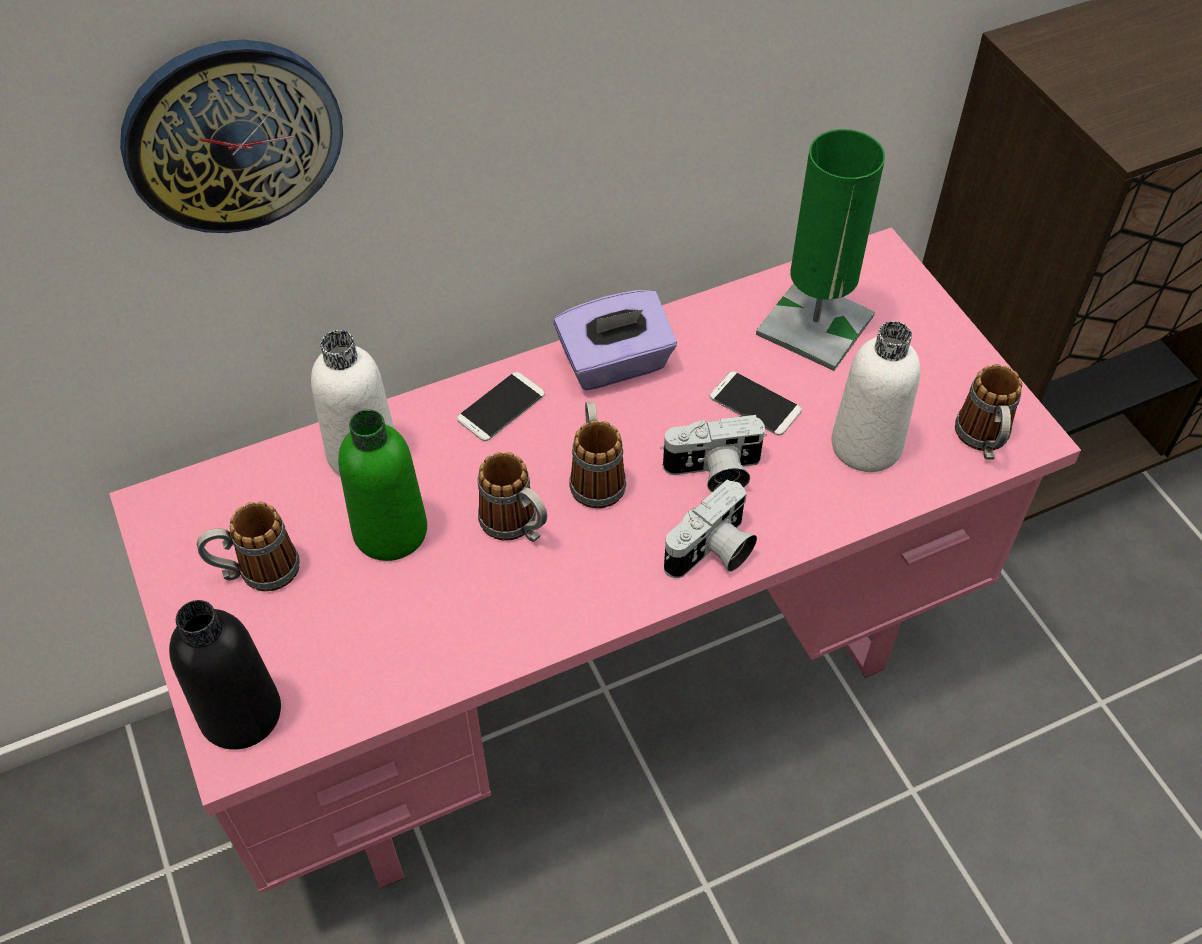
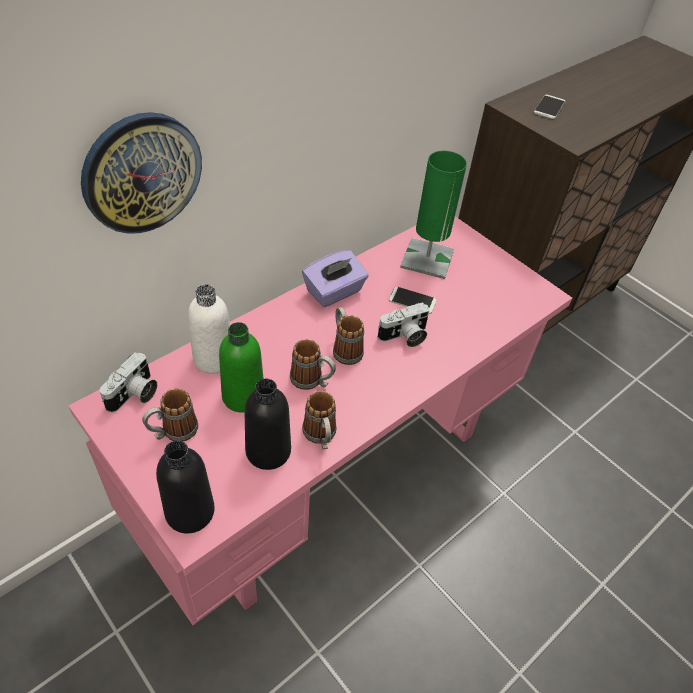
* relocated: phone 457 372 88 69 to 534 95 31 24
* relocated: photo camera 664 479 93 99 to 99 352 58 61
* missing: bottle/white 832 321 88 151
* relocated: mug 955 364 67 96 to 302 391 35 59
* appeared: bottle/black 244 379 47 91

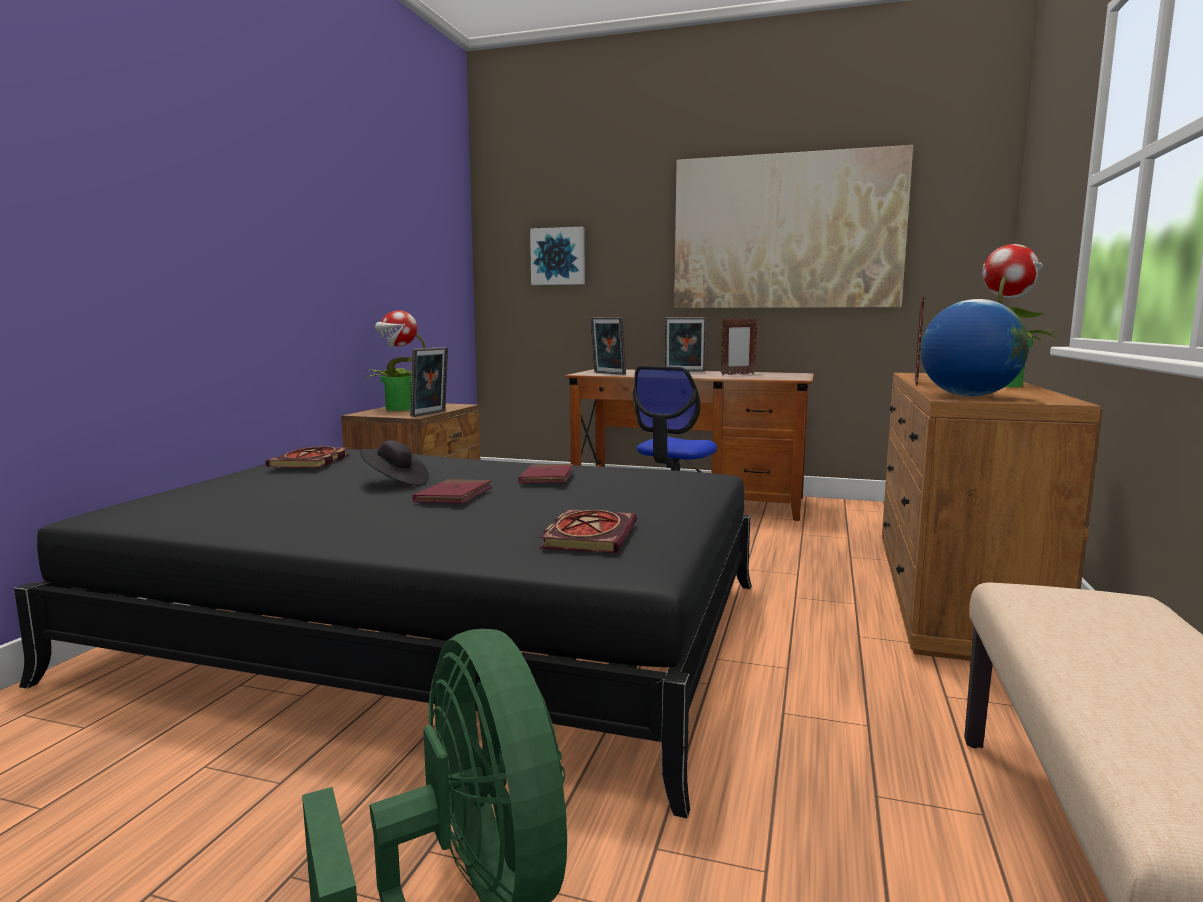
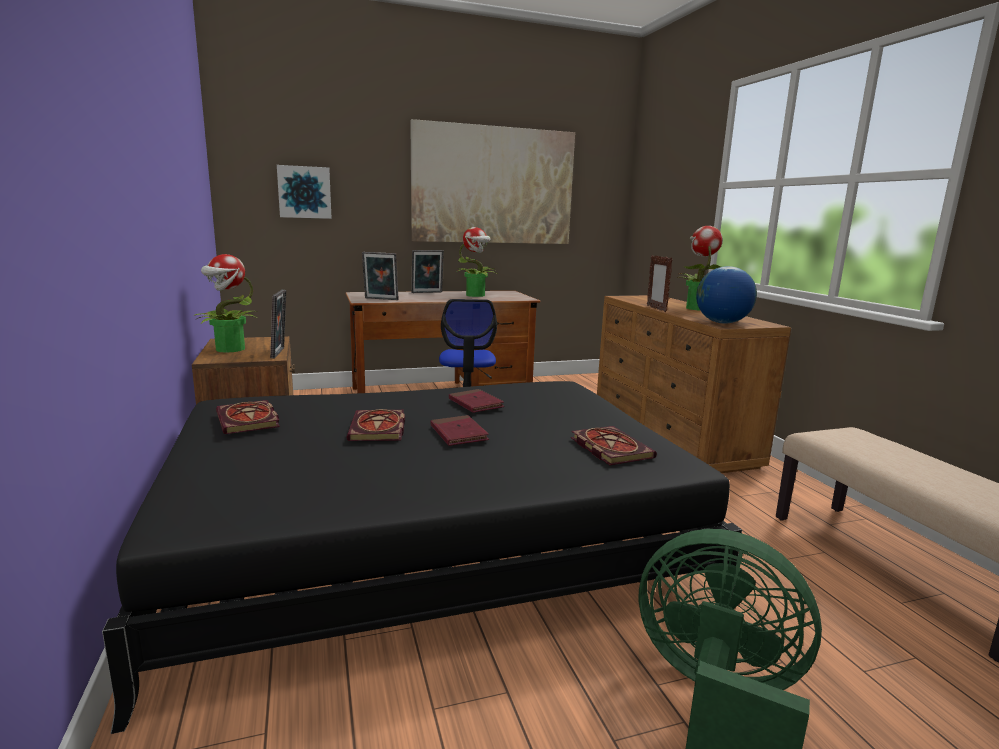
* exchanged: hat/black 360 440 69 46 to book 347 409 58 32
* exchanged: picture frame 721 318 37 57 to potted plant 456 227 40 70

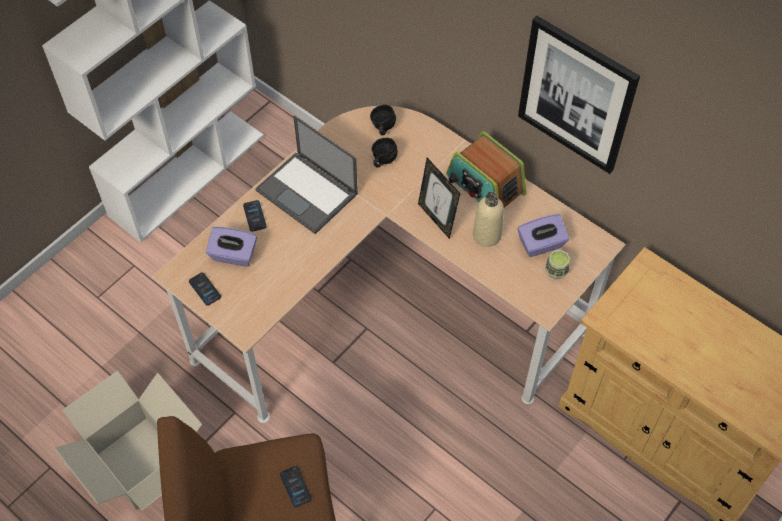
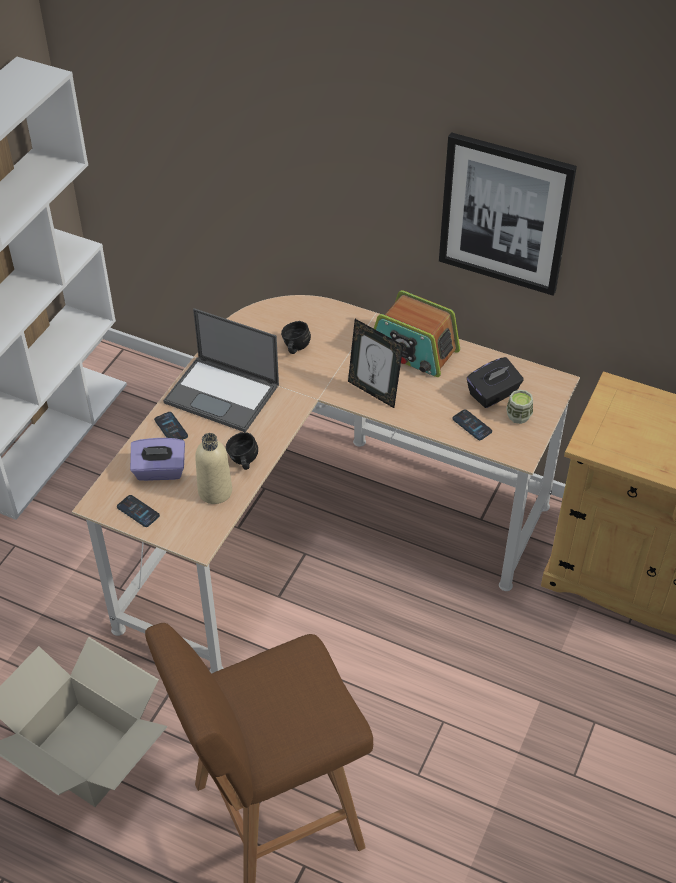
* relocated: phone 280 466 32 41 to 452 409 40 31
* relocated: mug/black 370 104 26 31 to 226 432 32 38
* relocated: bottle/beige 473 192 31 55 to 195 433 37 71
* colour: tissue box/purple 518 214 51 43 to tissue box/black 467 357 57 51

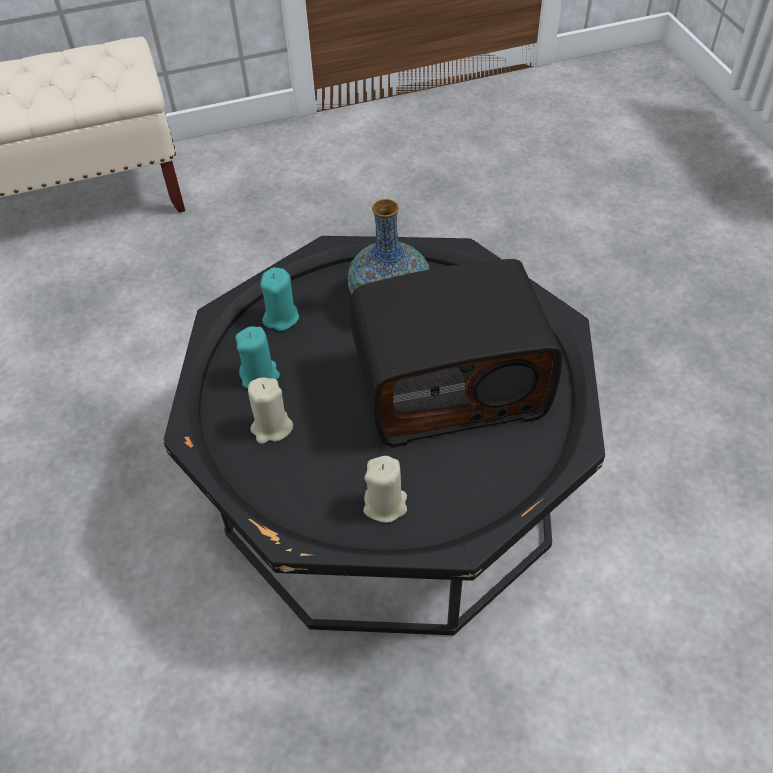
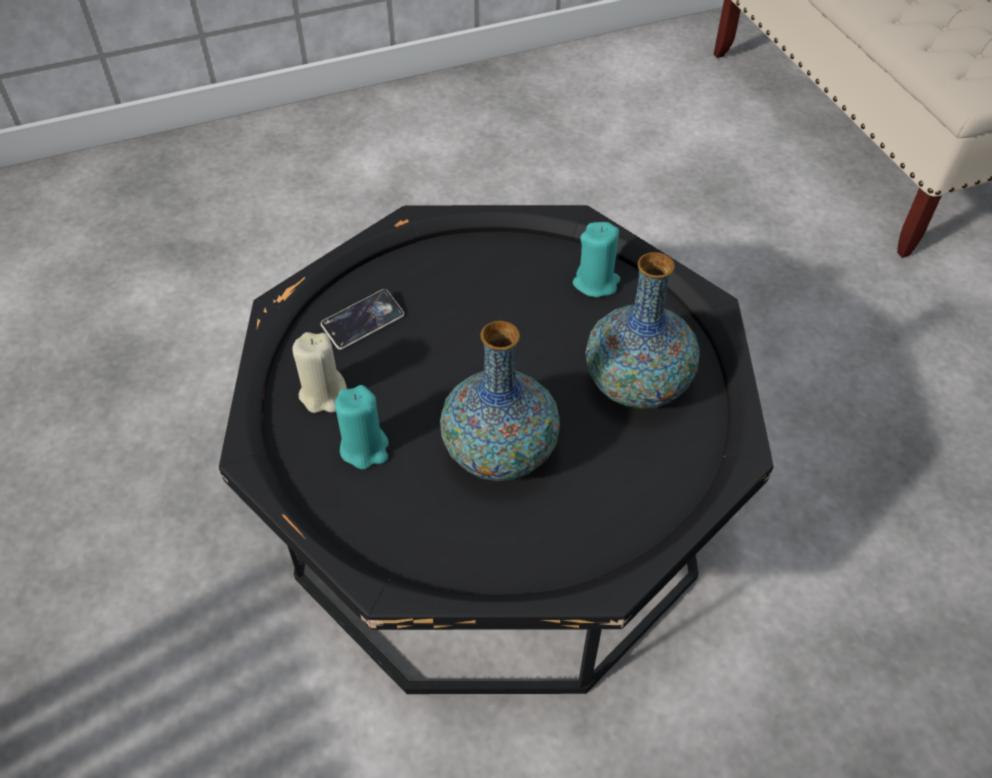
* relocated: candle/turquoise 235 326 45 62 to 335 385 54 84
* missing: candle/beige 248 377 45 67
* exchanged: radio 350 259 212 188 to vase 440 321 120 160
* appeared: phone 321 289 83 61

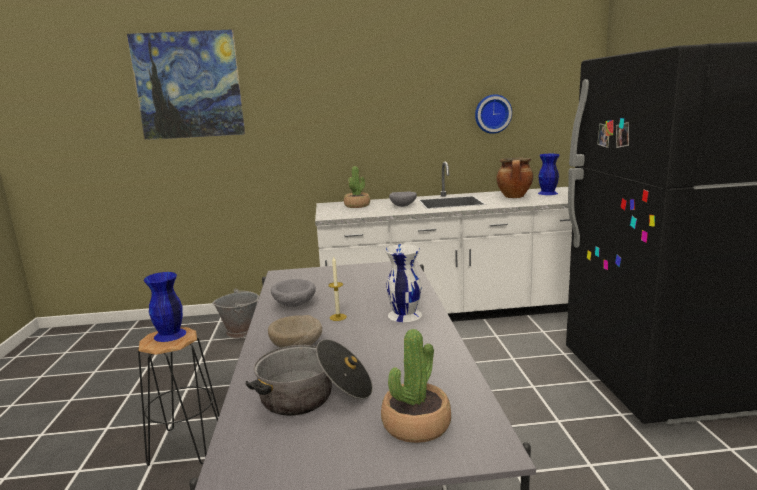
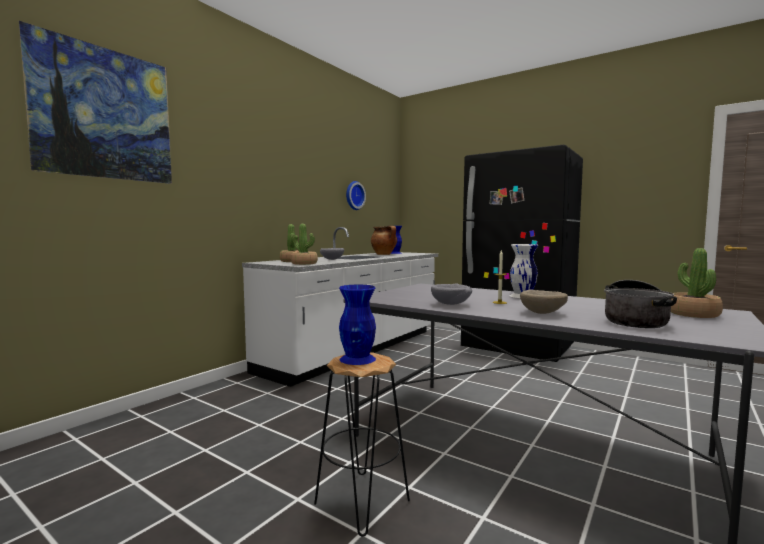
* missing: bucket/grey 212 289 47 49
* appeared: potted plant 291 224 27 41

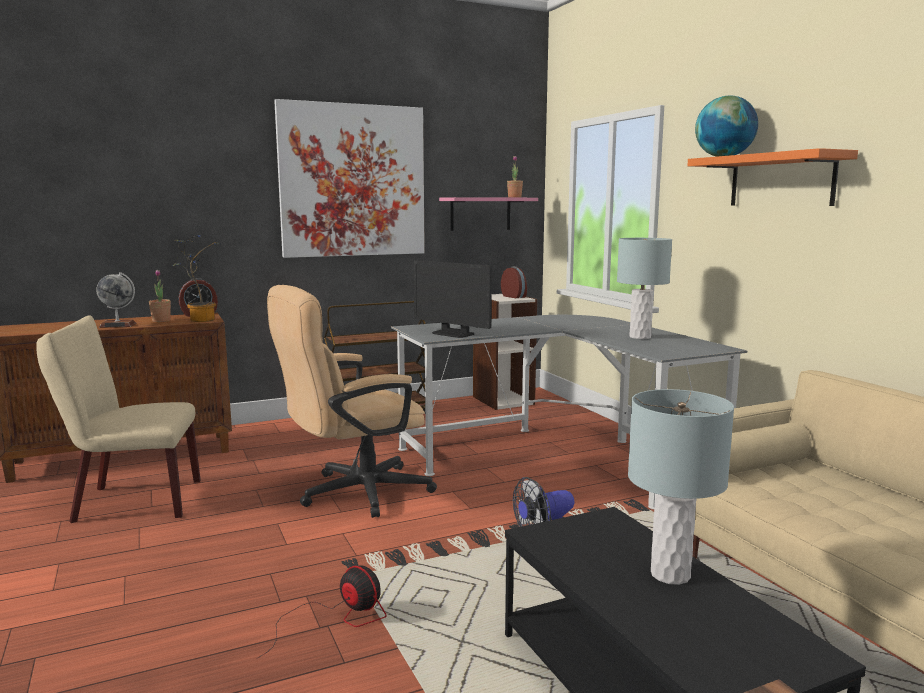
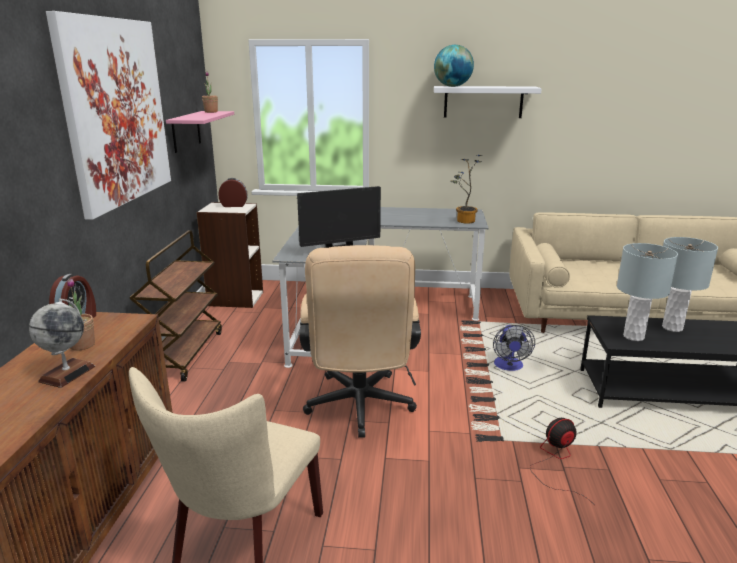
* relocated: potted plant 172 235 47 87 to 450 155 32 68
* relocated: table lamp/grey 617 238 55 101 to 617 243 61 98
* colour: shelf/orange 687 148 171 58 to shelf/white 434 86 108 32

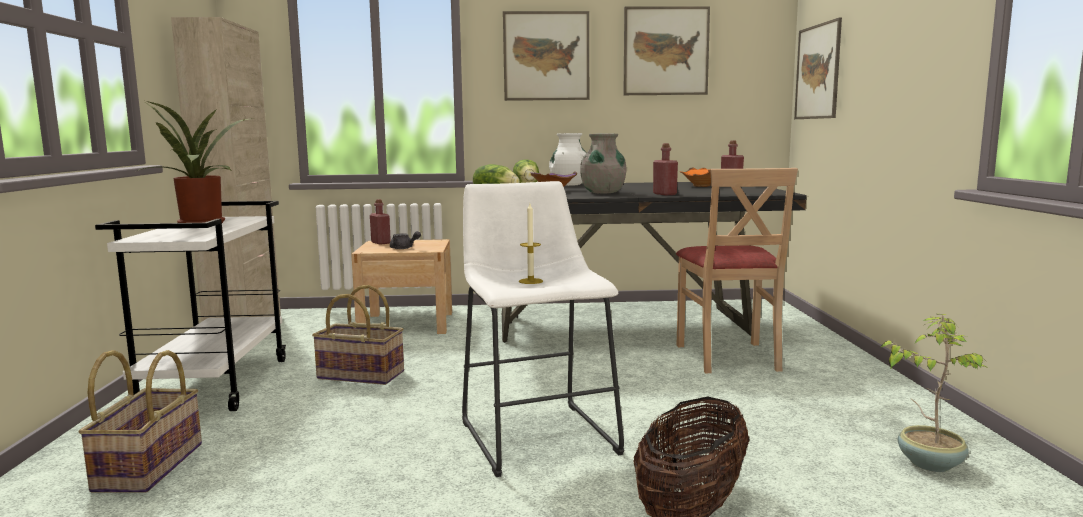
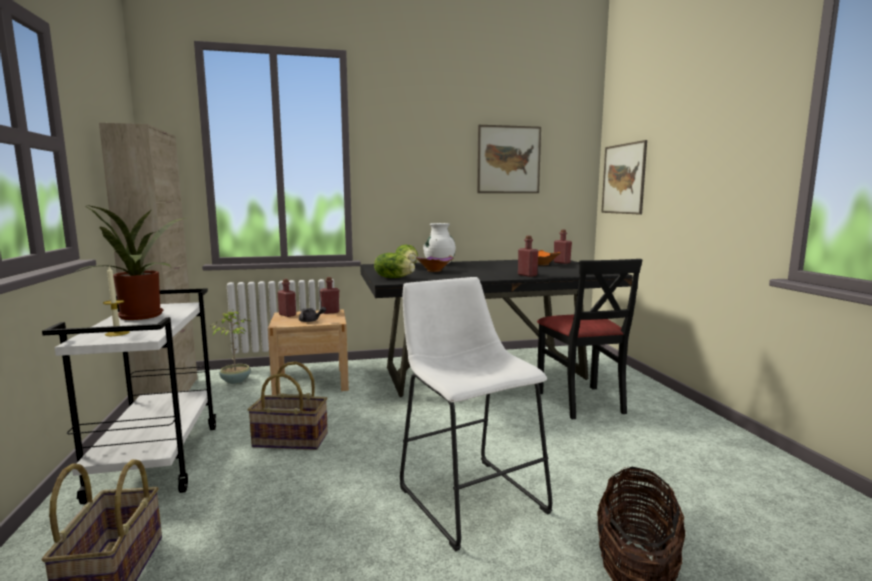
* missing: picture 503 11 86 90
* relocated: candle 519 203 24 81 to 103 266 26 70
* missing: vase/grey 580 133 46 61
* colour: chair/beige 676 168 122 205 to chair/black 537 259 106 160
* relocated: potted plant 879 314 110 158 to 212 310 39 74
* appeared: bottle/red 320 277 19 37

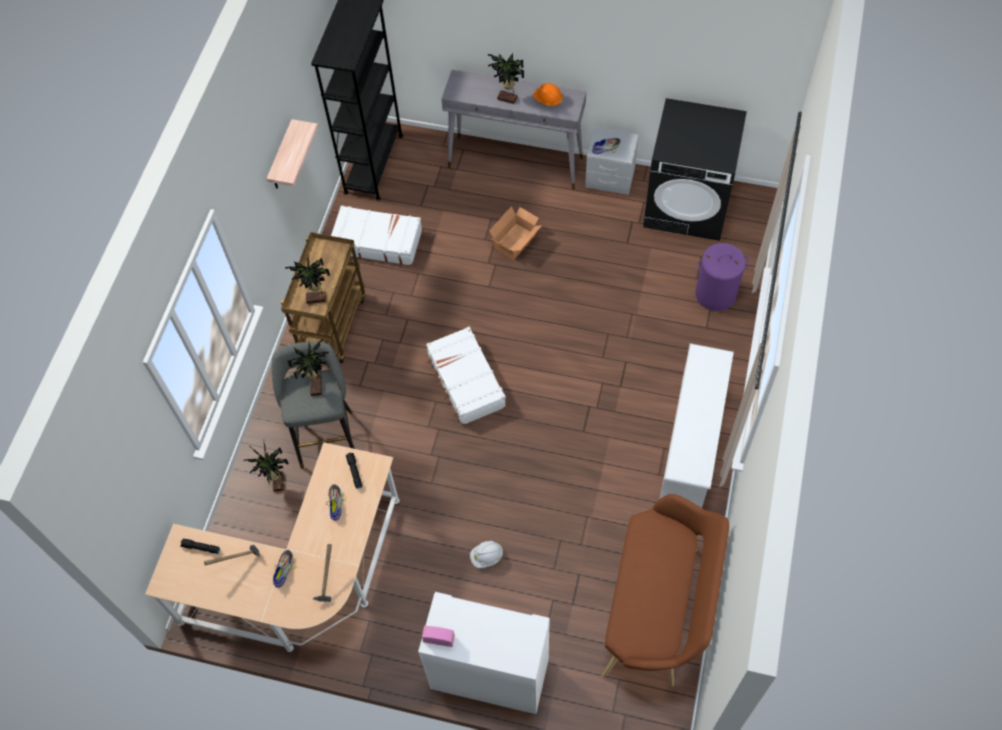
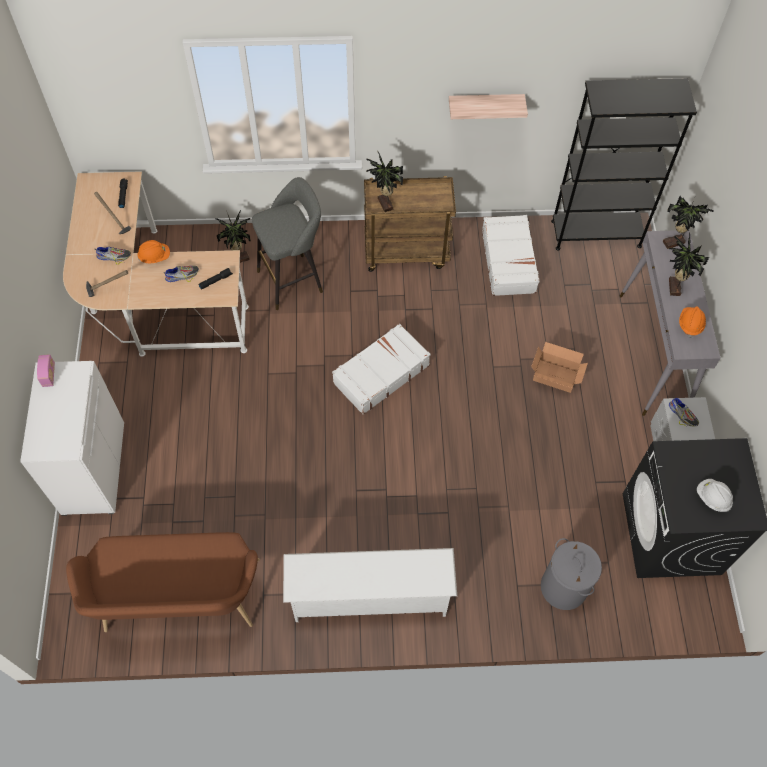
* relocated: potted plant 288 339 41 57 to 663 196 51 53
* relocated: hard hat/white 470 541 33 27 to 697 479 36 33
* colour: laundry basket/purple 695 243 55 68 to laundry basket/grey 541 538 61 72
* appeared: hard hat/orange 137 240 33 23

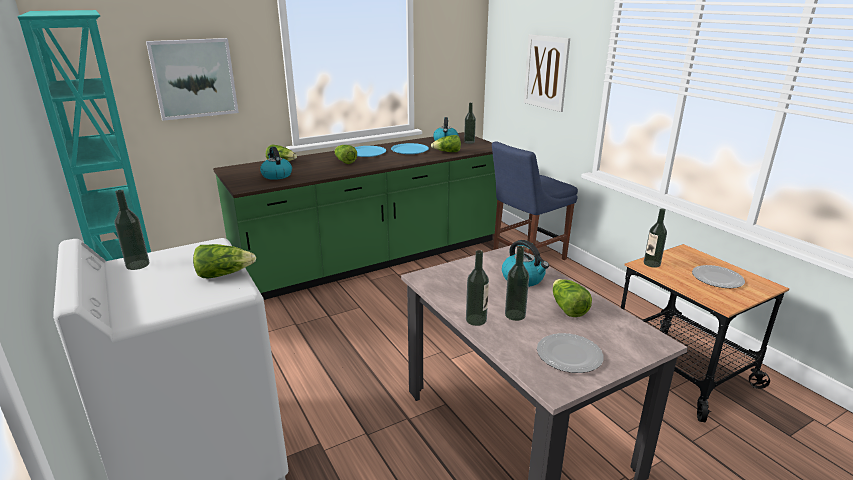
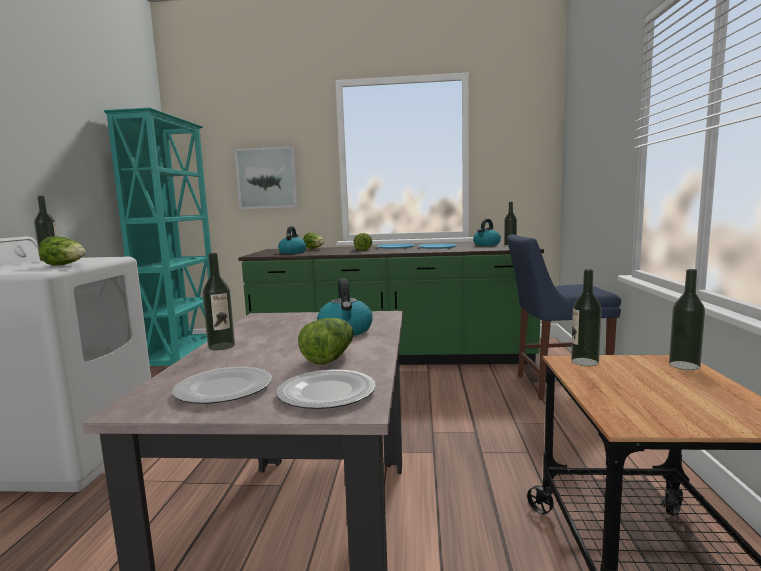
* missing: lettuce 431 135 30 17
* relocated: bottle 505 246 24 75 to 669 269 36 101
* missing: picture 524 34 46 78
* relocated: plate 692 265 53 23 to 276 369 100 40

